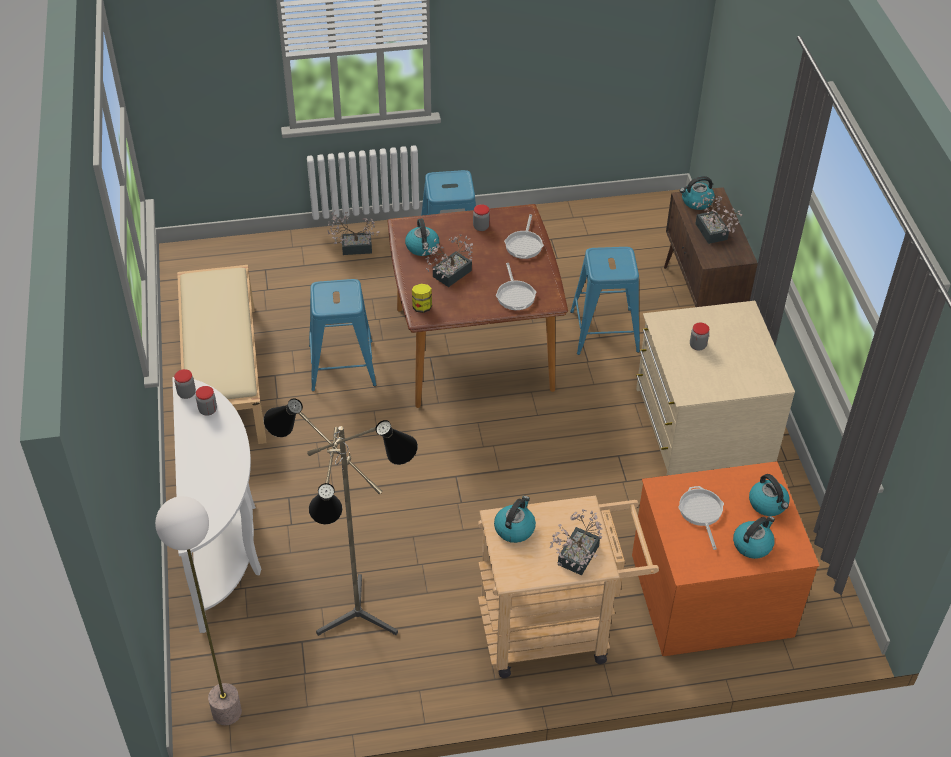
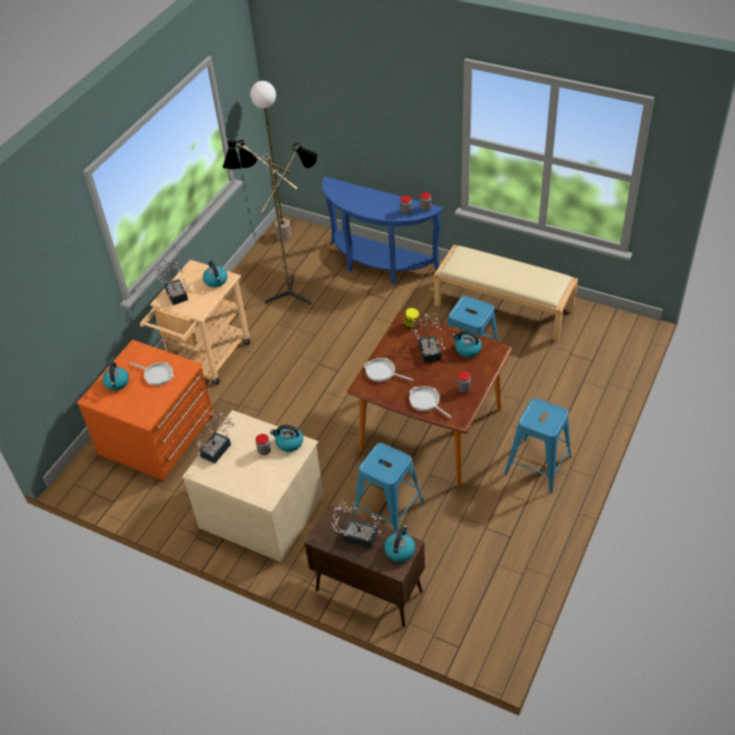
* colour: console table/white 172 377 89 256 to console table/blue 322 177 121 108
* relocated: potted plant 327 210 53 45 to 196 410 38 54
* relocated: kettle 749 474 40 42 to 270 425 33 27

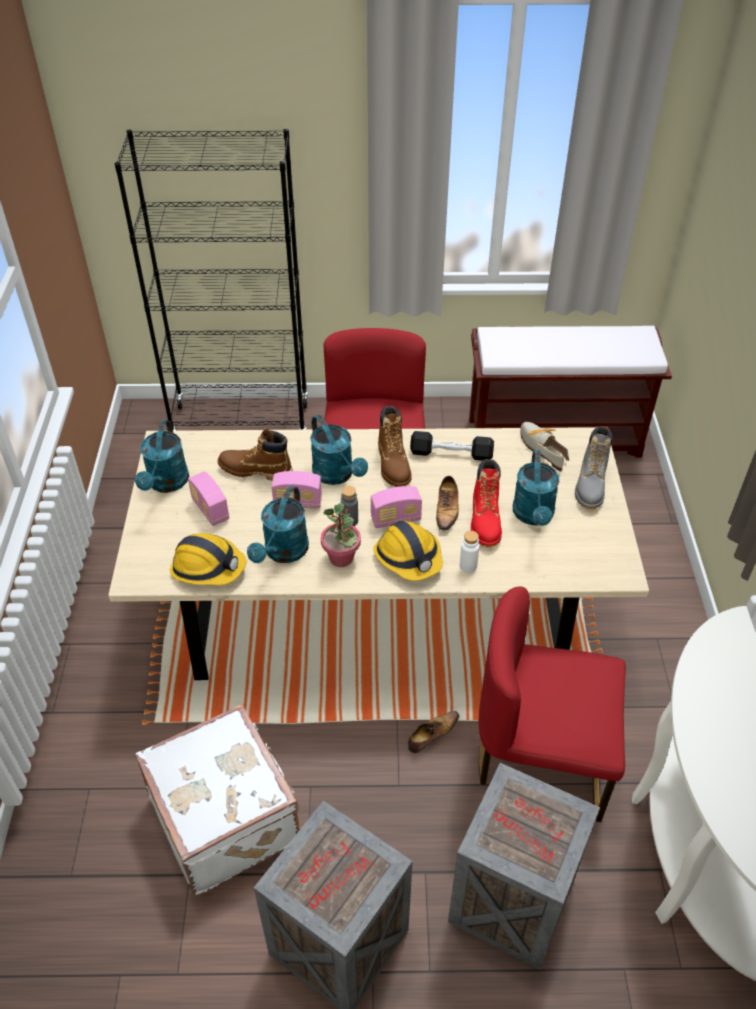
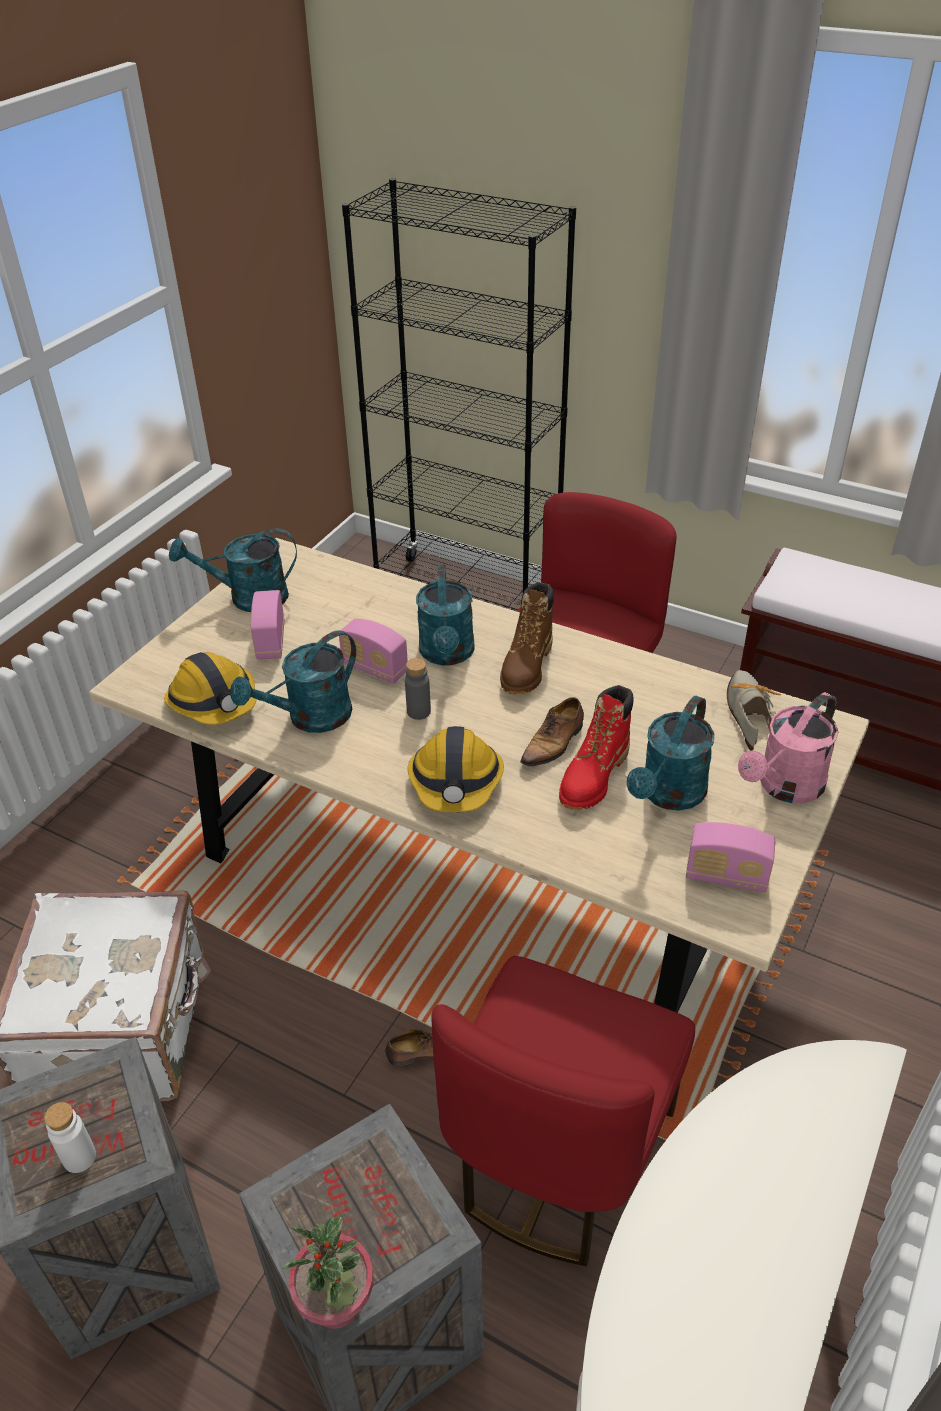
* spun: watering can/turquoise 135 420 54 73 = 169 528 128 84 45 degrees clockwise
* missing: boot/brown 218 429 75 52
* relocated: potted plant 321 503 40 64 to 282 1217 91 112
* relocated: radio 371 486 51 42 to 686 822 90 71
* missing: dumbbell/black 410 431 84 30
* relocated: bottle/white 460 531 19 42 to 44 1102 52 71
* spun: chair/red 479 587 147 235 = 431 956 264 310 105 degrees counterclockwise
* exchanged: boot/grey 575 426 38 83 to watering can/pink 738 692 100 111

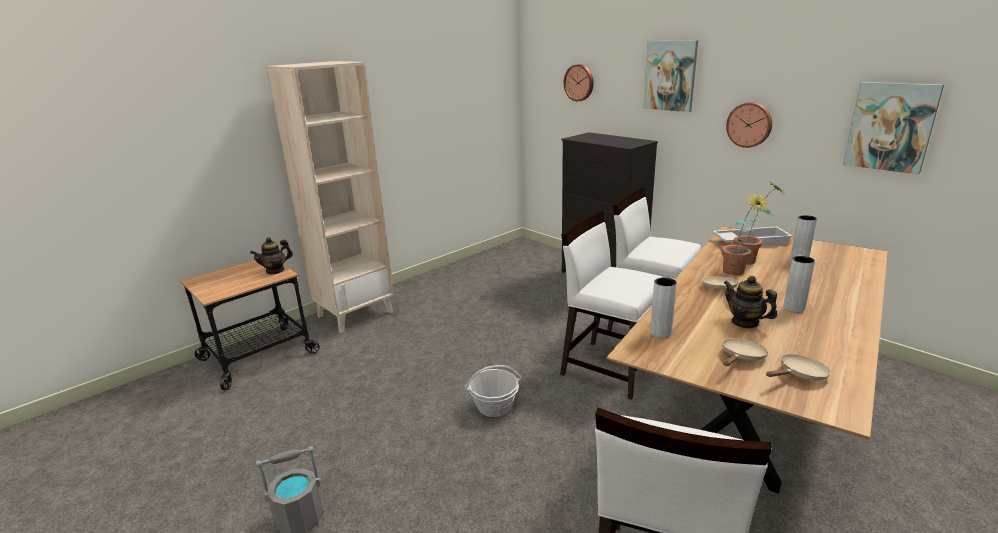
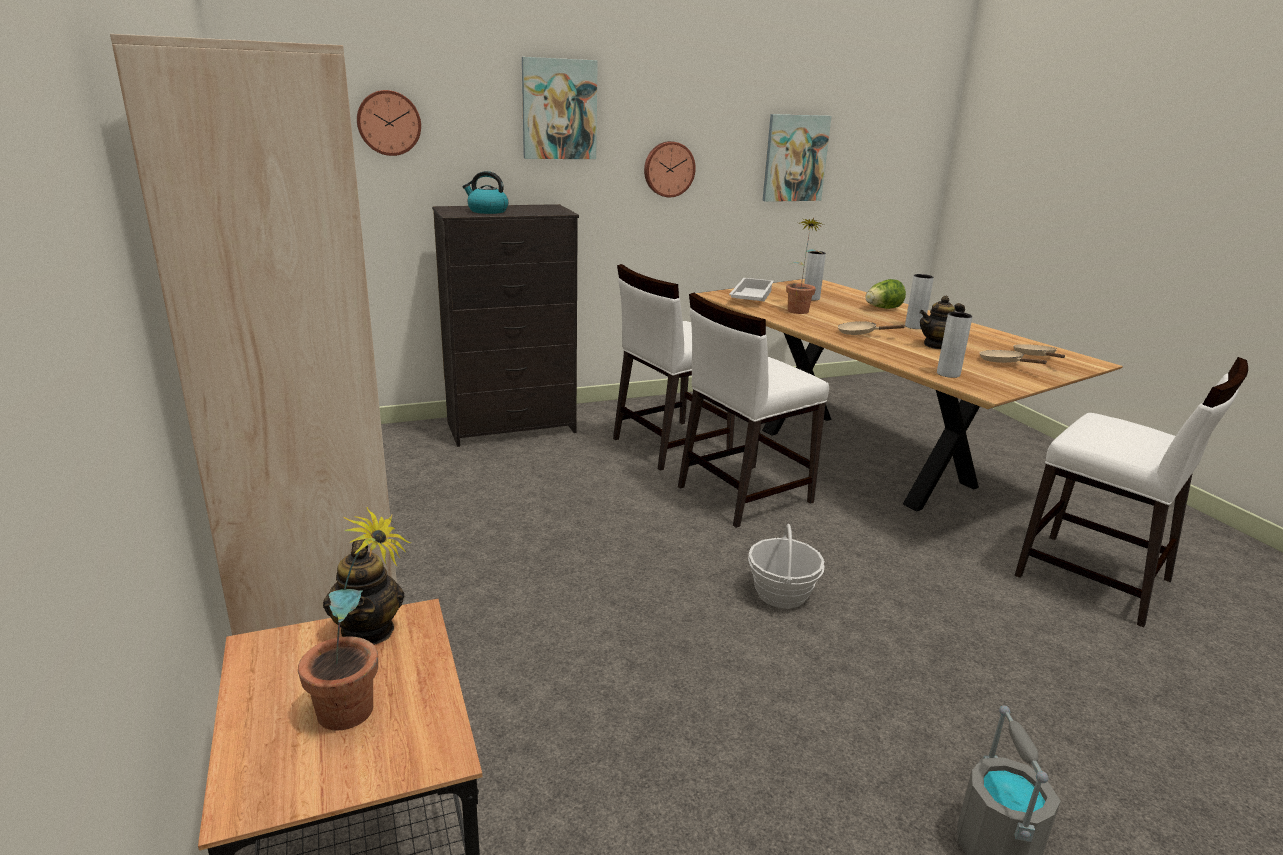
* relocated: potted plant 722 193 48 82 to 298 507 113 224
* appeared: kettle 463 171 45 43
* appeared: lettuce 865 279 41 30

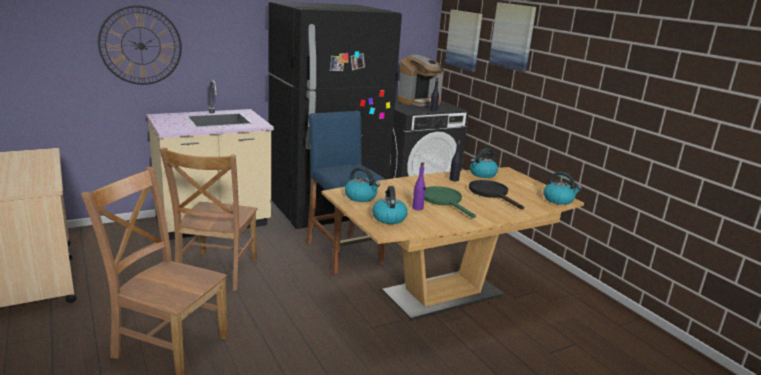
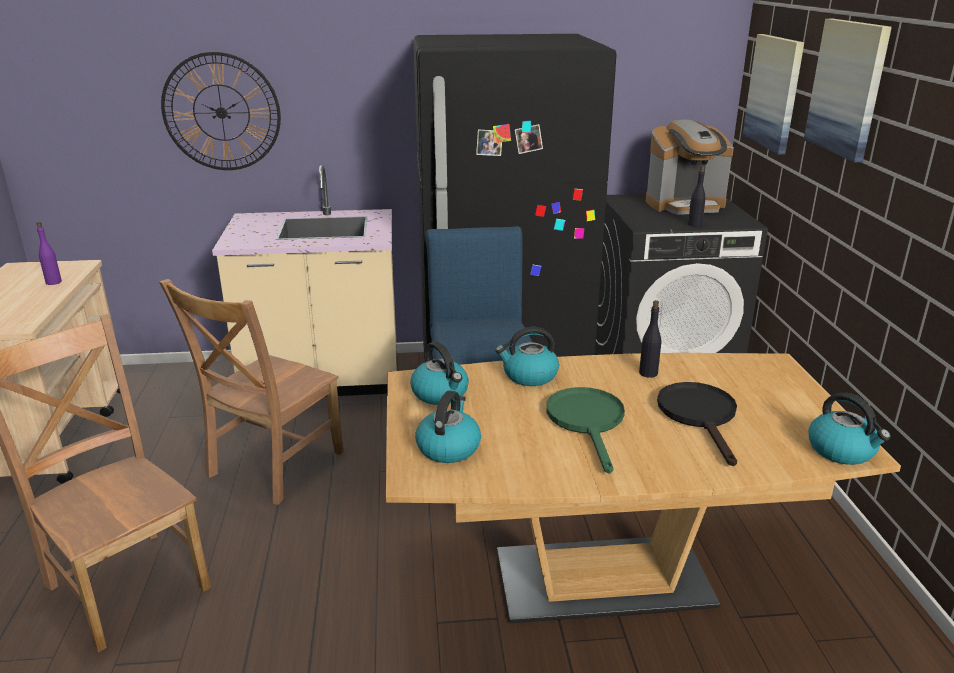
* relocated: bottle/purple 412 163 14 47 to 36 222 26 63
* relocated: kettle 470 148 28 30 to 495 327 64 59

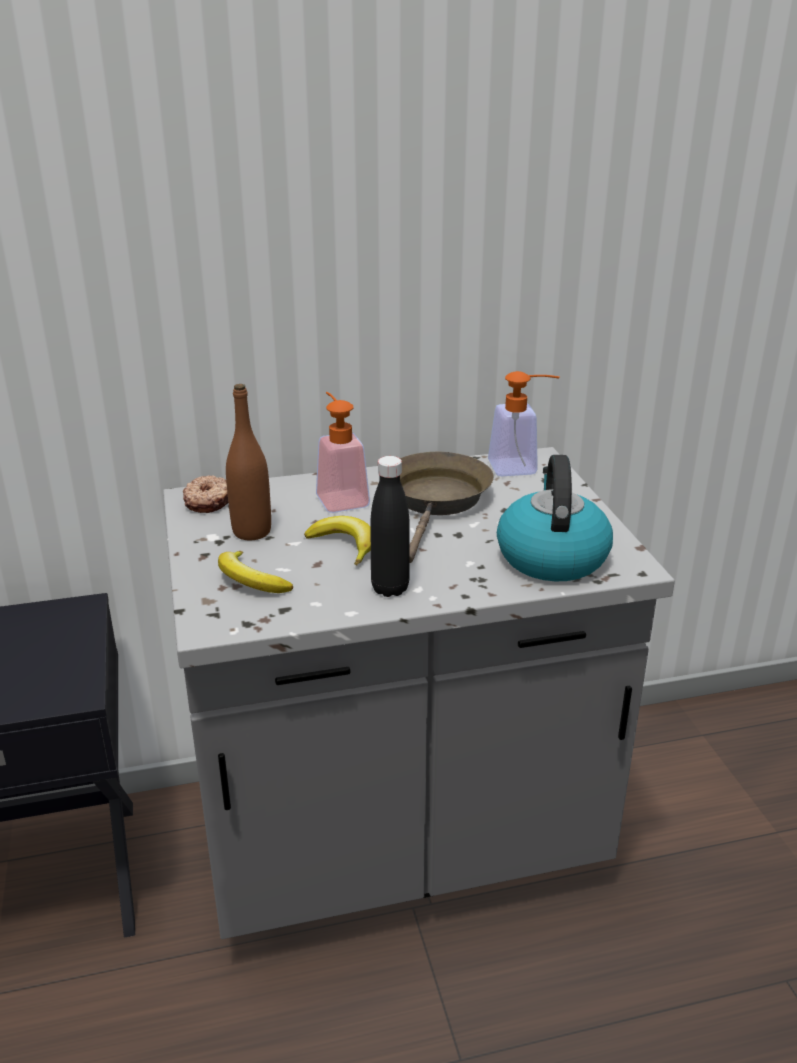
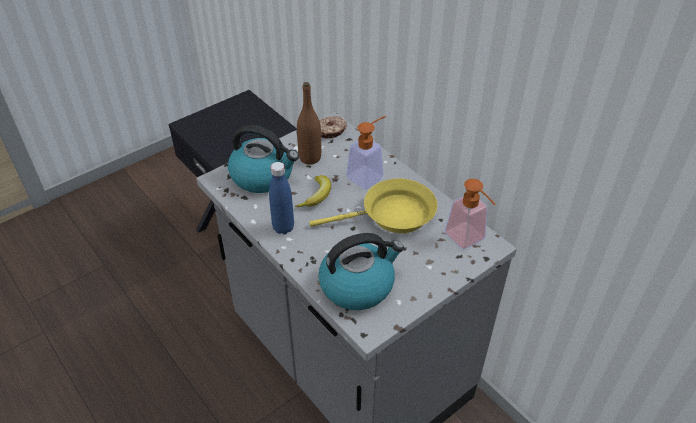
* exchanged: banana 218 551 75 42 to kettle 228 125 71 68
* colour: bottle/black 370 456 40 141 to bottle/blue 269 162 25 72
* colour: frying pan/brown 400 452 94 111 to frying pan/yellow 309 178 128 55

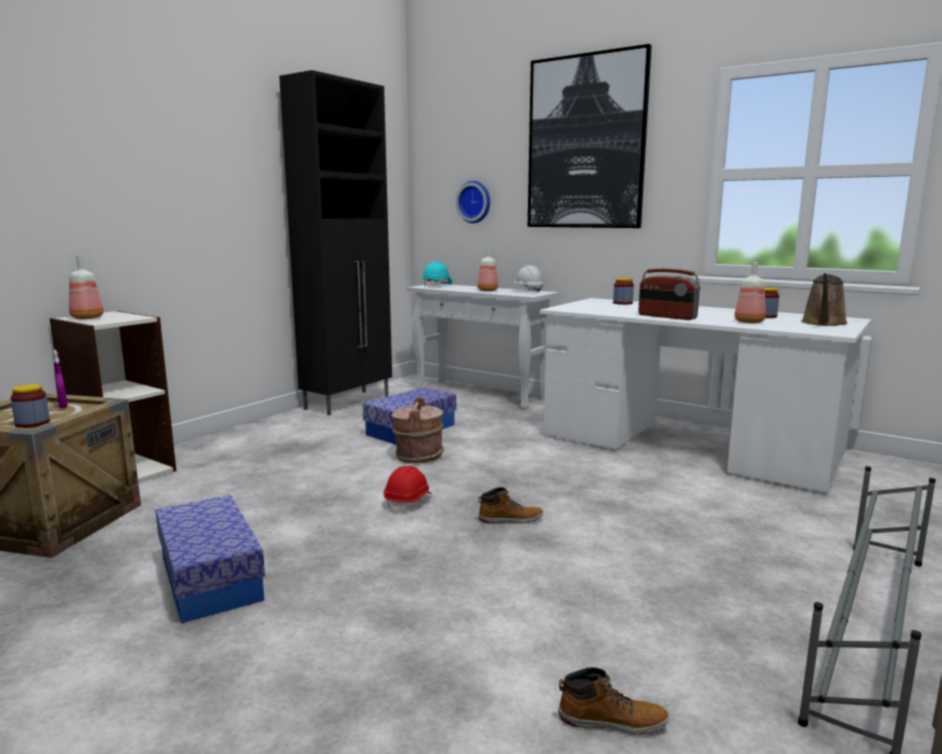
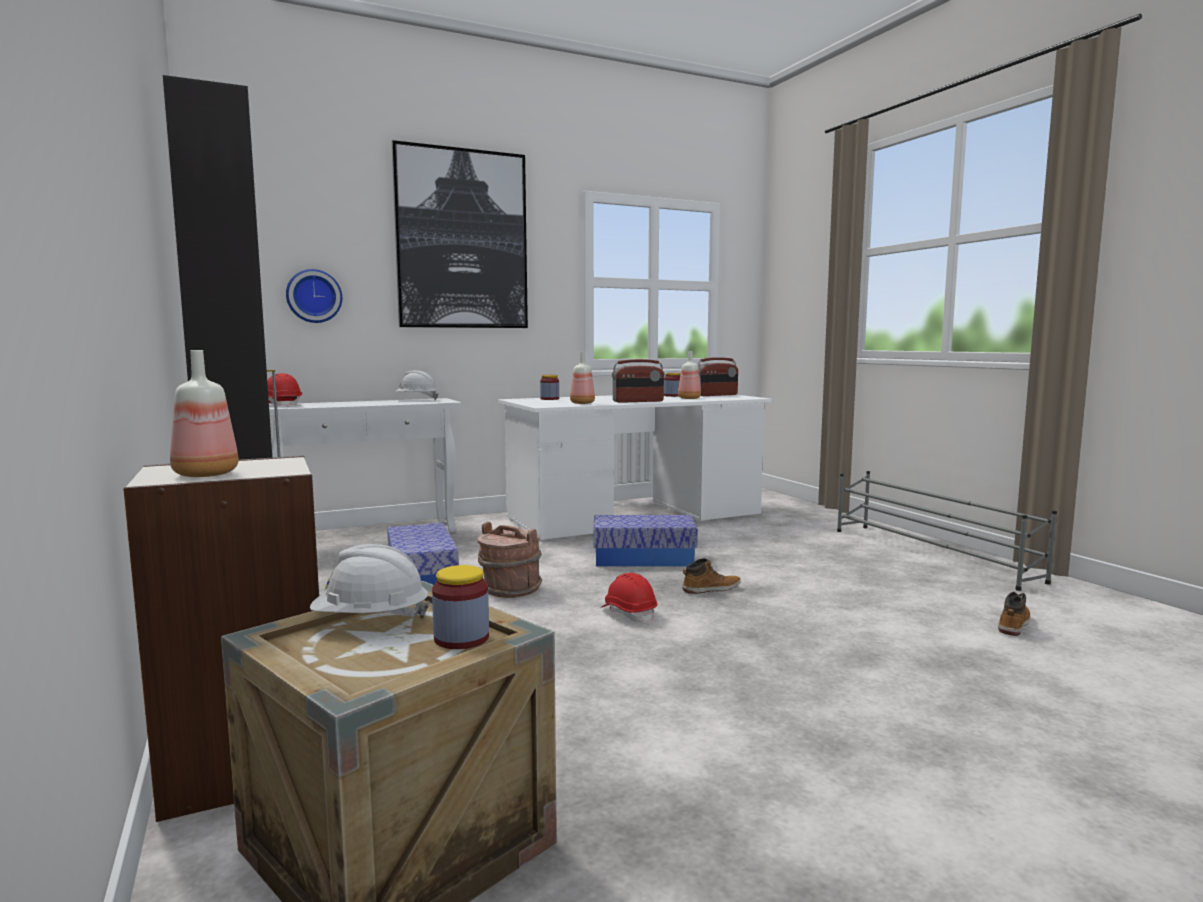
* exchanged: spray bottle/purple 53 350 15 58 to hard hat/white 310 544 120 75
* relocated: storage box 155 495 110 128 to 593 515 105 51
* colour: hard hat/turquoise 422 262 30 25 to hard hat/red 267 373 35 34
* relocated: bottle 477 247 21 44 to 570 352 25 52
* spun: boot 478 487 65 37 = 682 558 59 36 45 degrees clockwise
* exchanged: watering can/brown 801 273 47 53 to radio 698 357 40 39

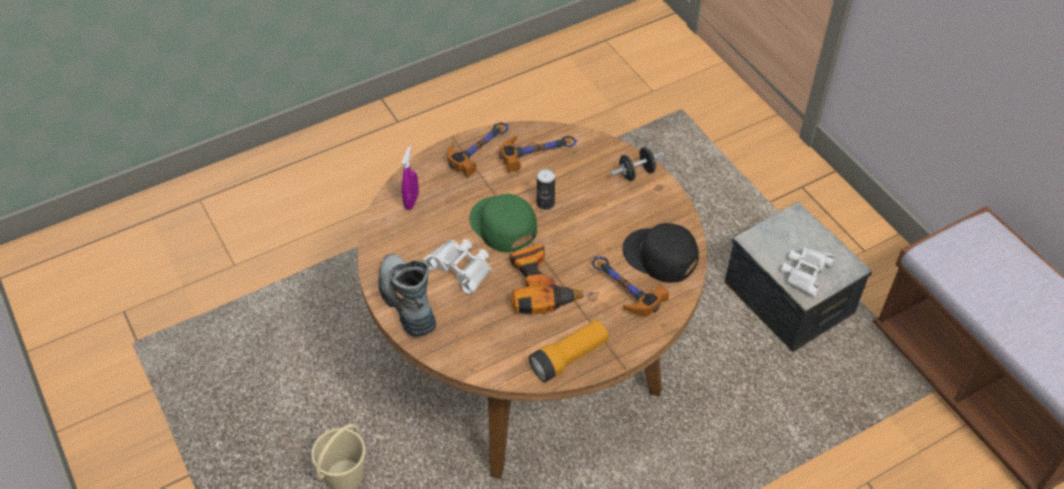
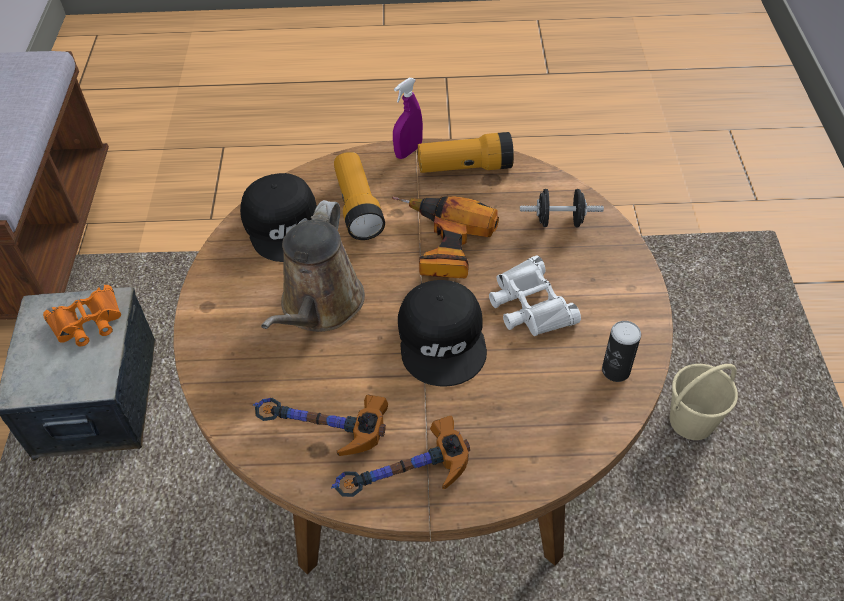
* missing: boot 378 254 58 83
* relocated: spray bottle/purple 402 146 17 64 to 393 78 30 81
* colour: cap/green 469 194 68 58 to cap/black 398 280 89 107
* relocated: can 537 169 18 41 to 602 321 39 61
* exchanged: hammer 592 256 77 59 to flashlight 334 152 51 88
* relocated: dumbbell/black 610 147 54 34 to 520 189 84 38
* colour: binoculars/white 781 247 54 50 to binoculars/orange 43 285 78 61
* appeared: watering can/brown 261 200 104 132

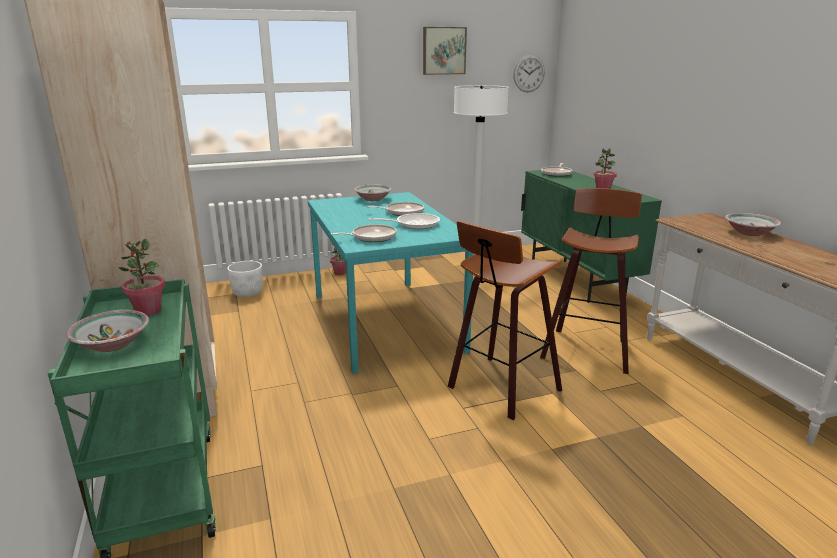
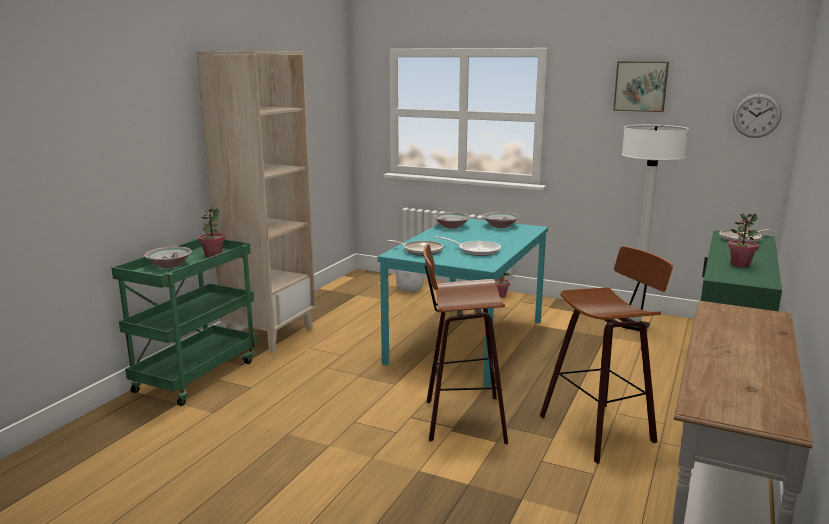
* missing: frying pan 366 202 58 14
* relocated: bowl 725 213 56 23 to 434 212 37 17

